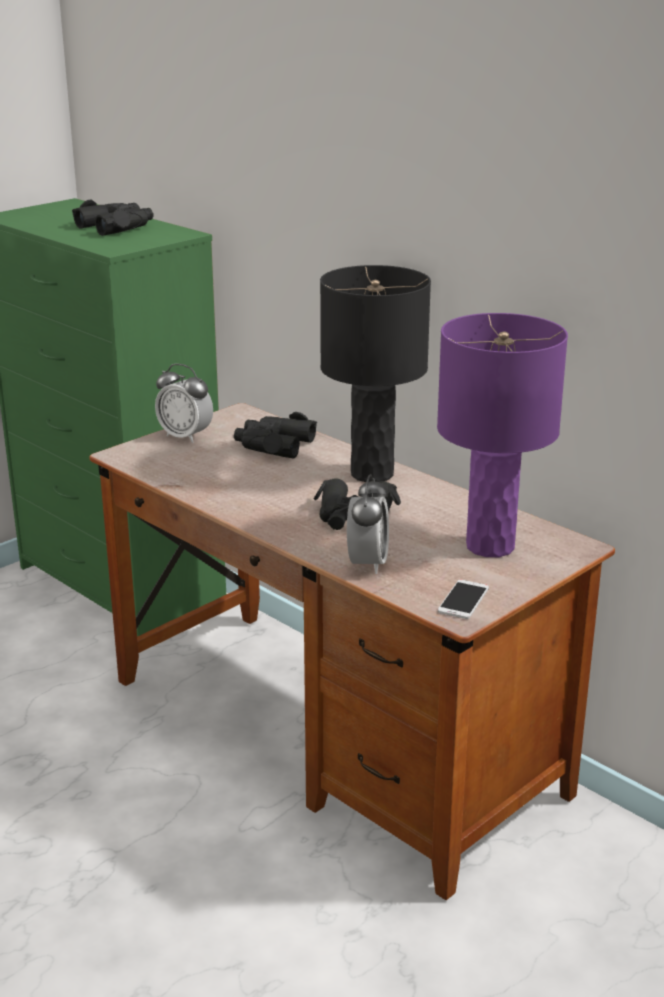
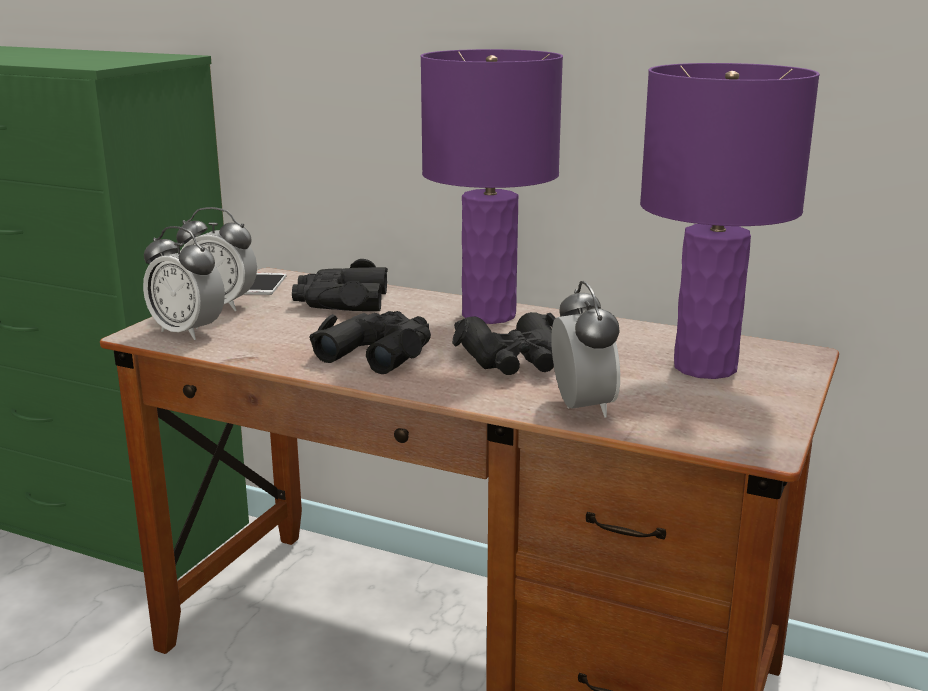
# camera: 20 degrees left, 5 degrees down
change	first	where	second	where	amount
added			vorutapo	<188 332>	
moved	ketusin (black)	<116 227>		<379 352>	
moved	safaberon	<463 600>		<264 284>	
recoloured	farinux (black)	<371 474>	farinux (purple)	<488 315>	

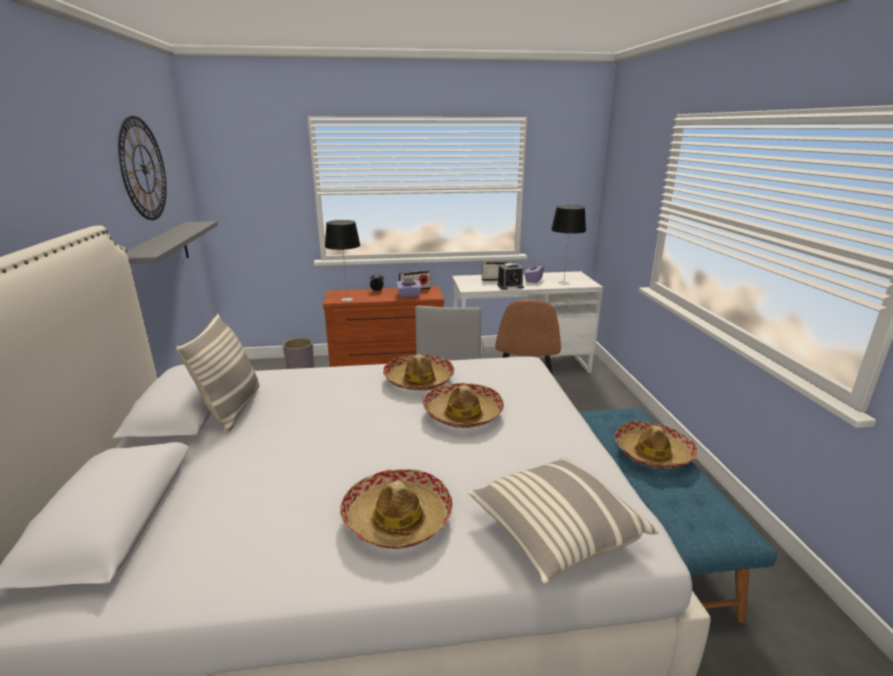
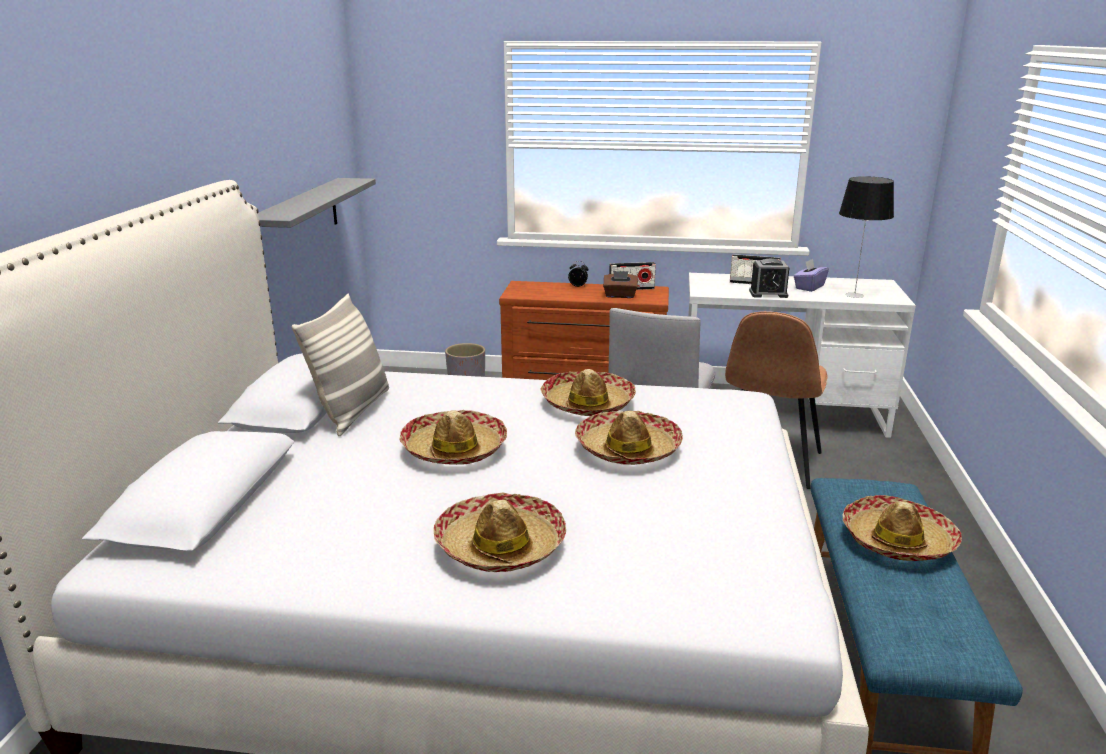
# camera: 15 degrees right, 0 degrees up
change	first	where	second	where	amount
removed	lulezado	<144 169>			
removed	farinux	<347 299>			
removed	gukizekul	<555 532>			
added			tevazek	<454 449>	
recoloured	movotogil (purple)	<409 295>	movotogil (brown)	<620 296>	

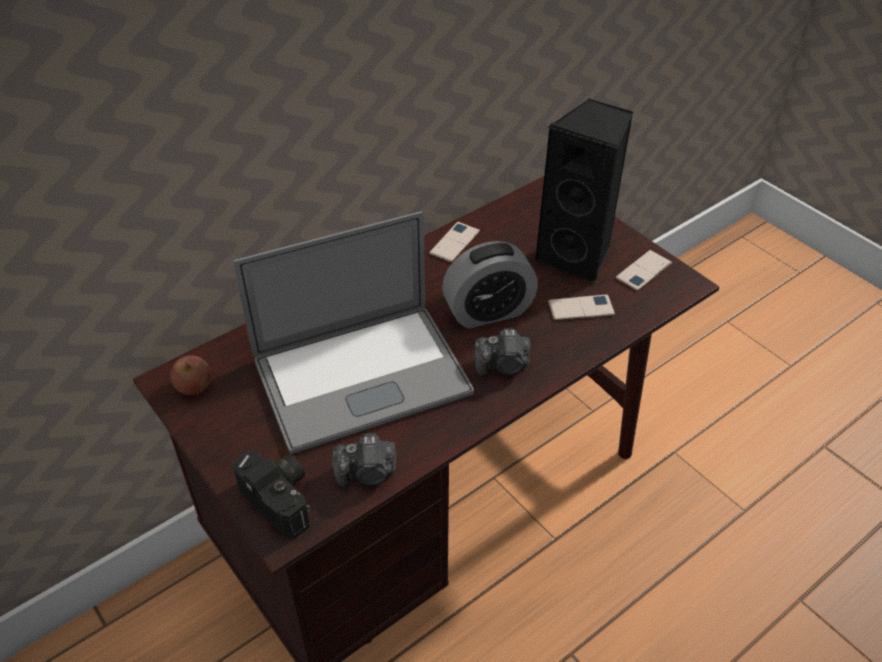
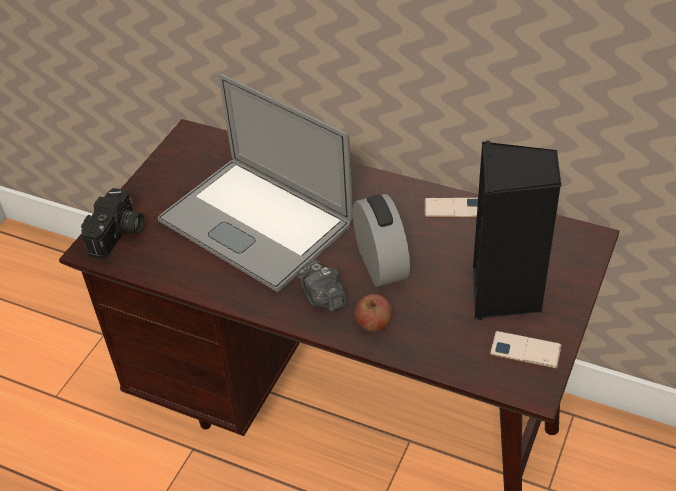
# camera: 65 degrees right, 0 degrees up
change	first	where	second	where	amount
removed	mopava	<367 473>			
removed	safaberon	<581 308>			
moved	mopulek	<194 386>		<374 323>	
turned	vorutapo	<488 312>		<381 264>	150 degrees counterclockwise

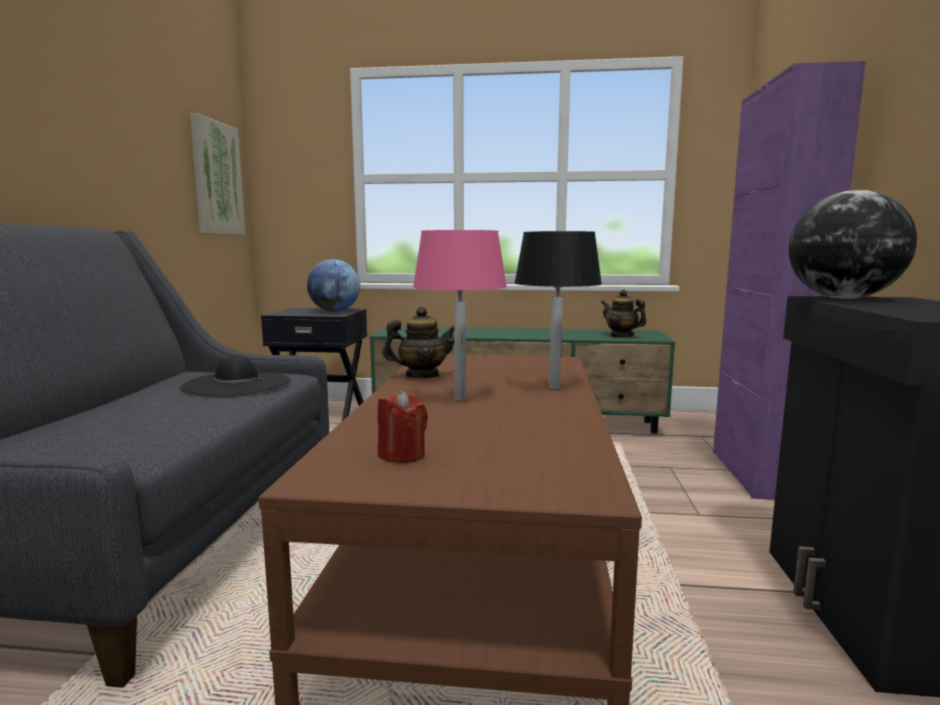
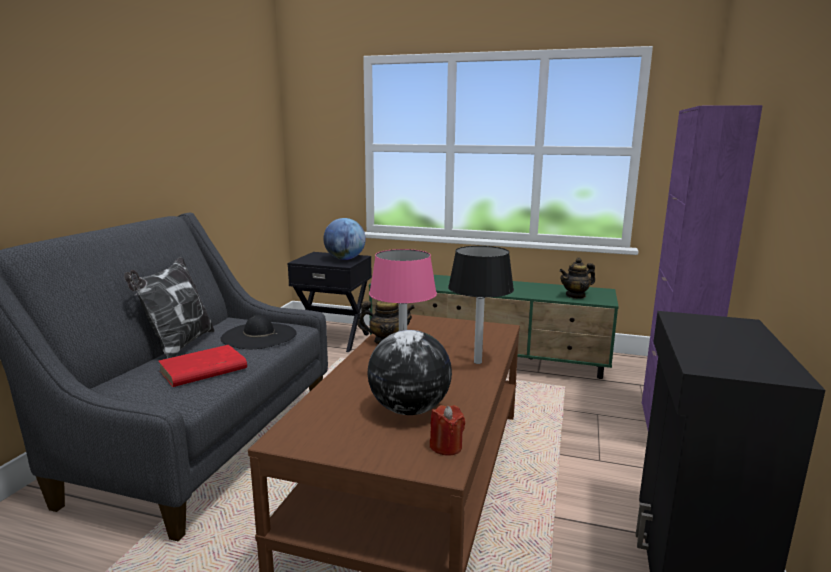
# camera: 10 degrees right, 5 degrees up
change	first	where	second	where	amount
removed	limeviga	<216 178>			
added			gukizekul	<178 346>	
added			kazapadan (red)	<202 370>	
moved	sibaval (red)	<402 455>		<446 447>	
moved	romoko	<843 298>		<409 410>	
turned	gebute	<621 336>		<575 295>	75 degrees counterclockwise

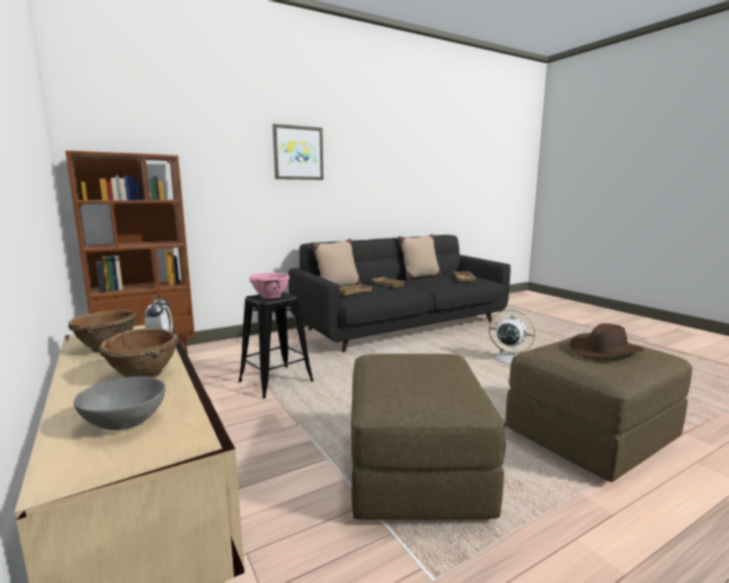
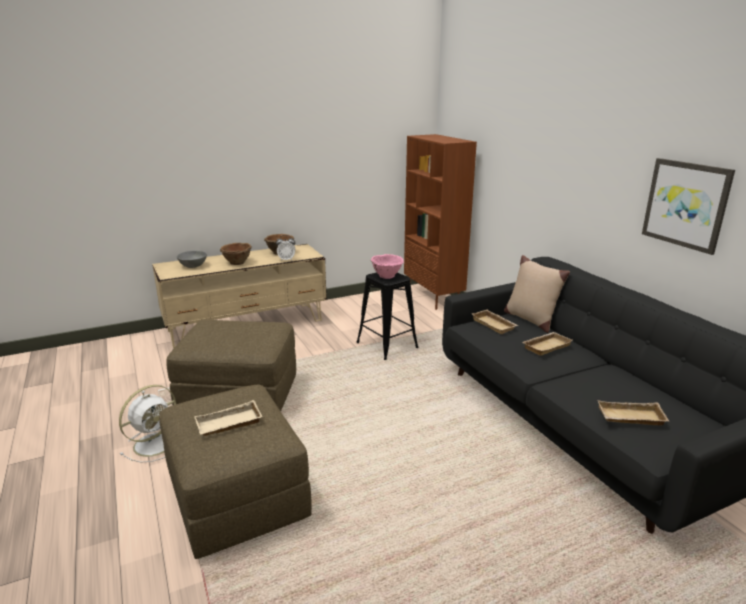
# camera: 95 degrees right, 10 degrees up
change	first	where	second	where	amount
removed	gukizekul (beige)	<419 277>			
moved	limeviga	<298 153>		<686 204>	
moved	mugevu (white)	<507 358>		<156 443>	
replaced	tevazek (brown)	<604 351>	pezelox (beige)	<228 424>	

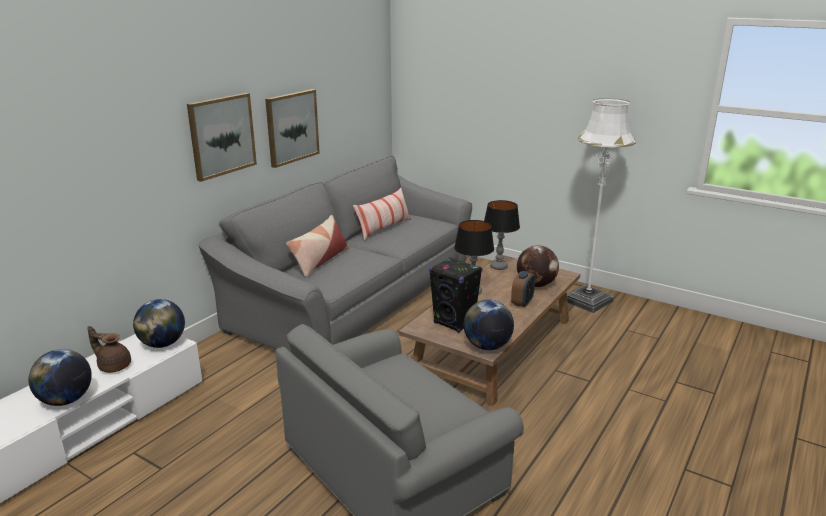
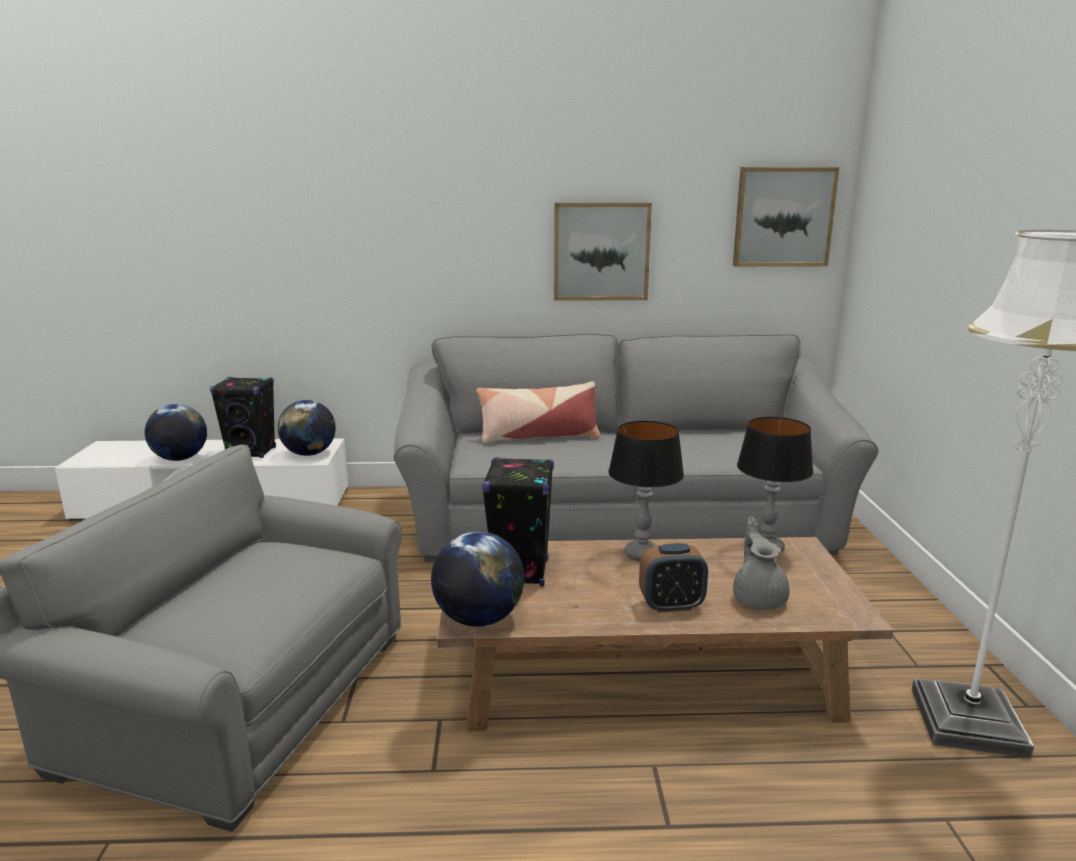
# camera: 55 degrees right, 5 degrees down
change	first	where	second	where	amount
removed	gukizekul	<383 228>			
moved	limeviga	<221 135>		<783 217>	
replaced	gebute (brown)	<114 366>	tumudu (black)	<251 452>	
replaced	romoko	<536 285>	gebute (grey)	<759 598>	

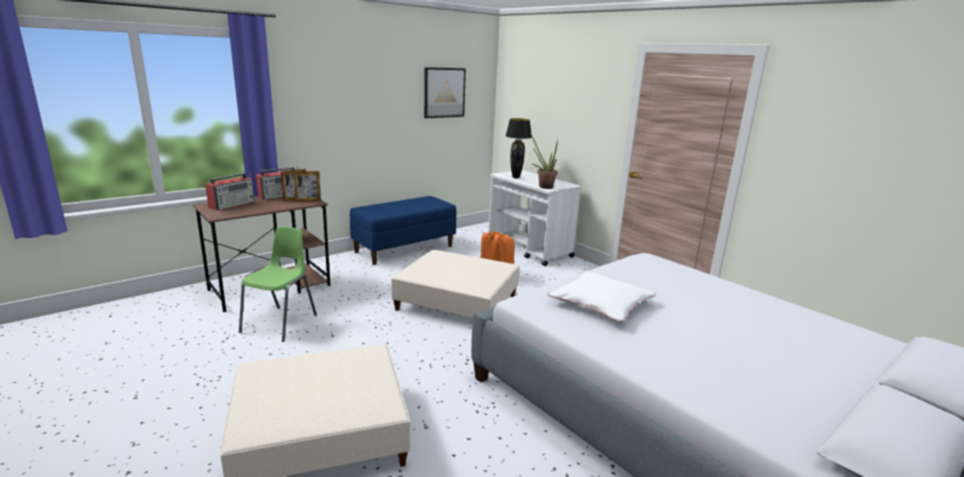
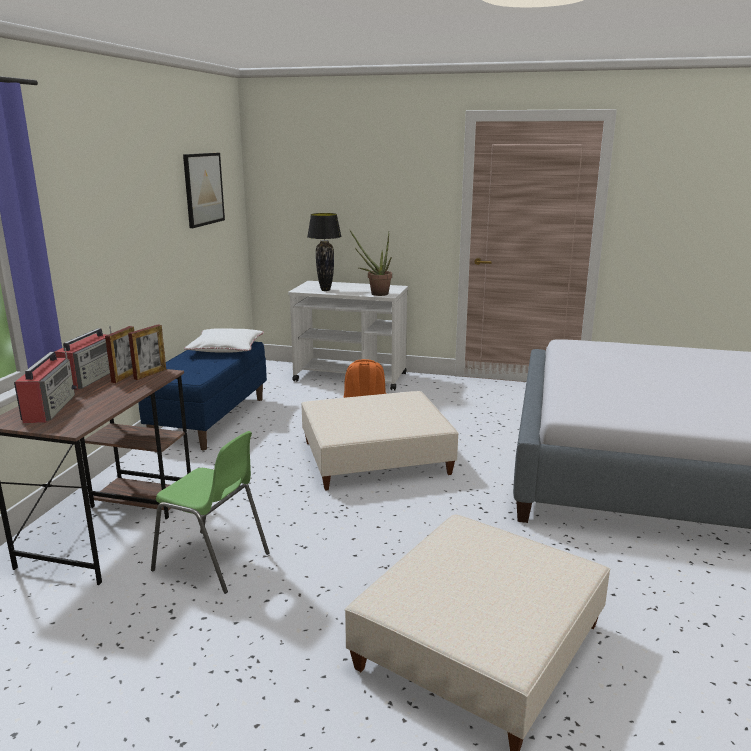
# camera: 35 degrees left, 0 degrees up
change	first	where	second	where	amount
moved	gukizekul (white)	<600 303>		<226 348>	
turned	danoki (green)	<281 323>		<212 562>	135 degrees clockwise

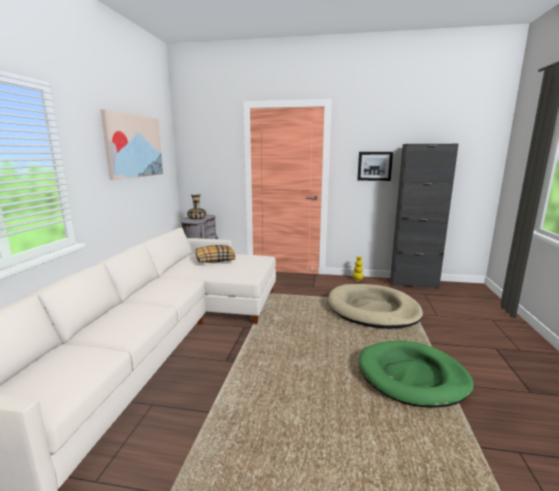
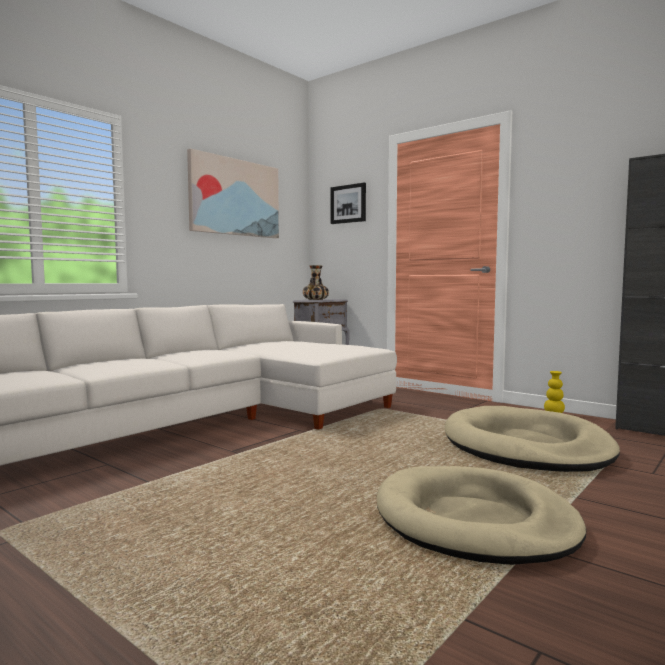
# camera: 30 degrees right, 10 degrees down
change	first	where	second	where	amount
removed	gukizekul	<214 259>			
moved	limeviga	<374 166>		<348 204>	
recoloured	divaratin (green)	<412 376>	divaratin (beige)	<474 521>	

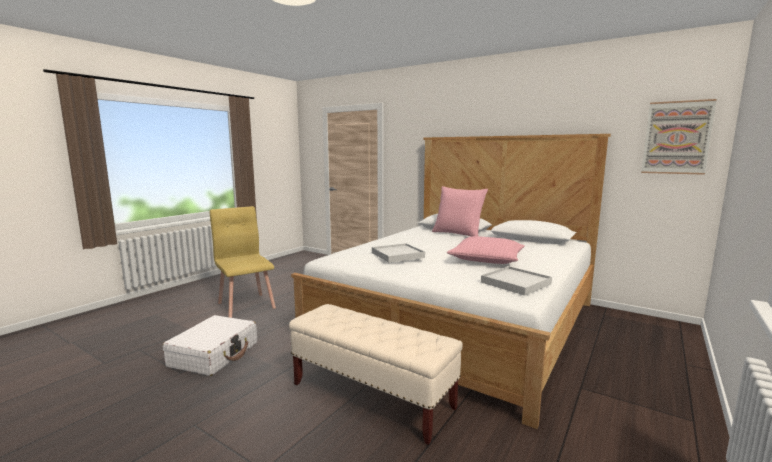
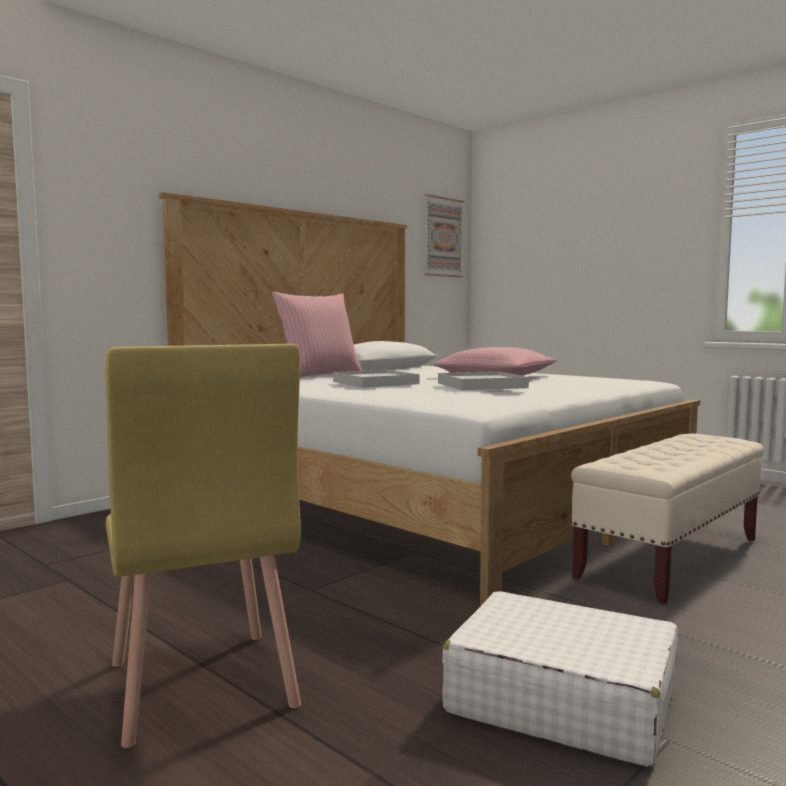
# camera: 80 degrees left, 5 degrees down
change	first	where	second	where	amount
moved	pezelox (white)	<515 283>		<375 383>	
turned	danoki (yellow)	<246 305>		<200 685>	90 degrees counterclockwise

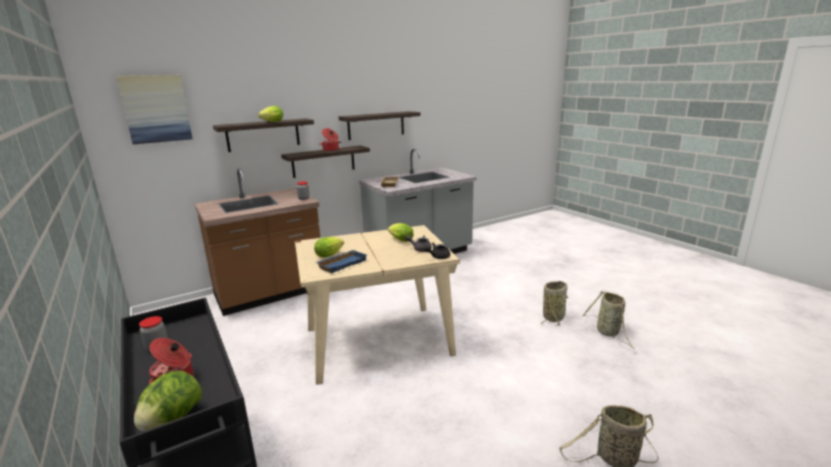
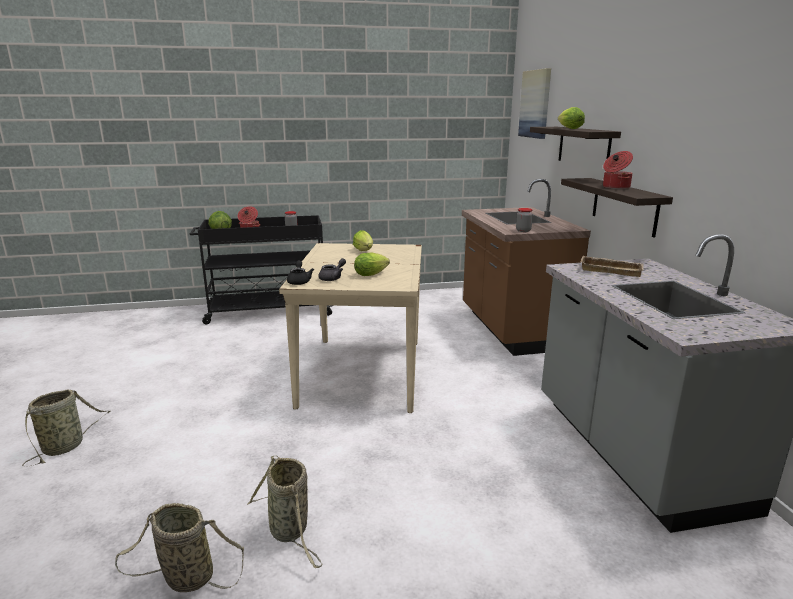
# camera: 110 degrees right, 0 degrees up
change	first	where	second	where	amount
removed	pezelox (blue)	<342 263>			
removed	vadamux	<376 125>			

